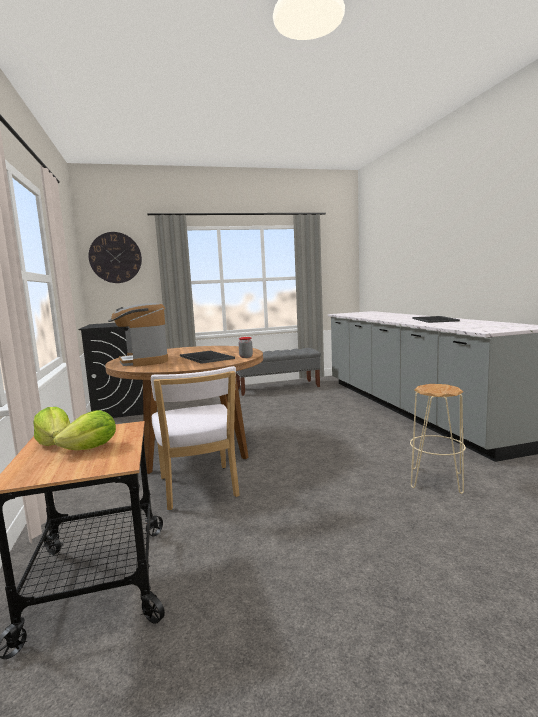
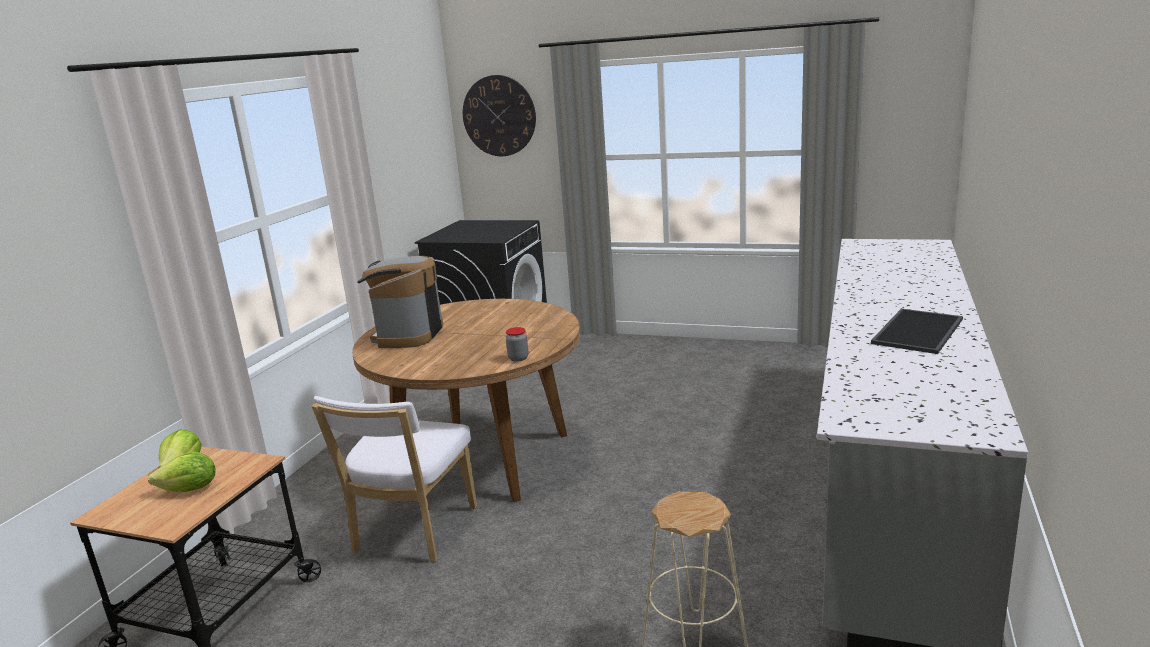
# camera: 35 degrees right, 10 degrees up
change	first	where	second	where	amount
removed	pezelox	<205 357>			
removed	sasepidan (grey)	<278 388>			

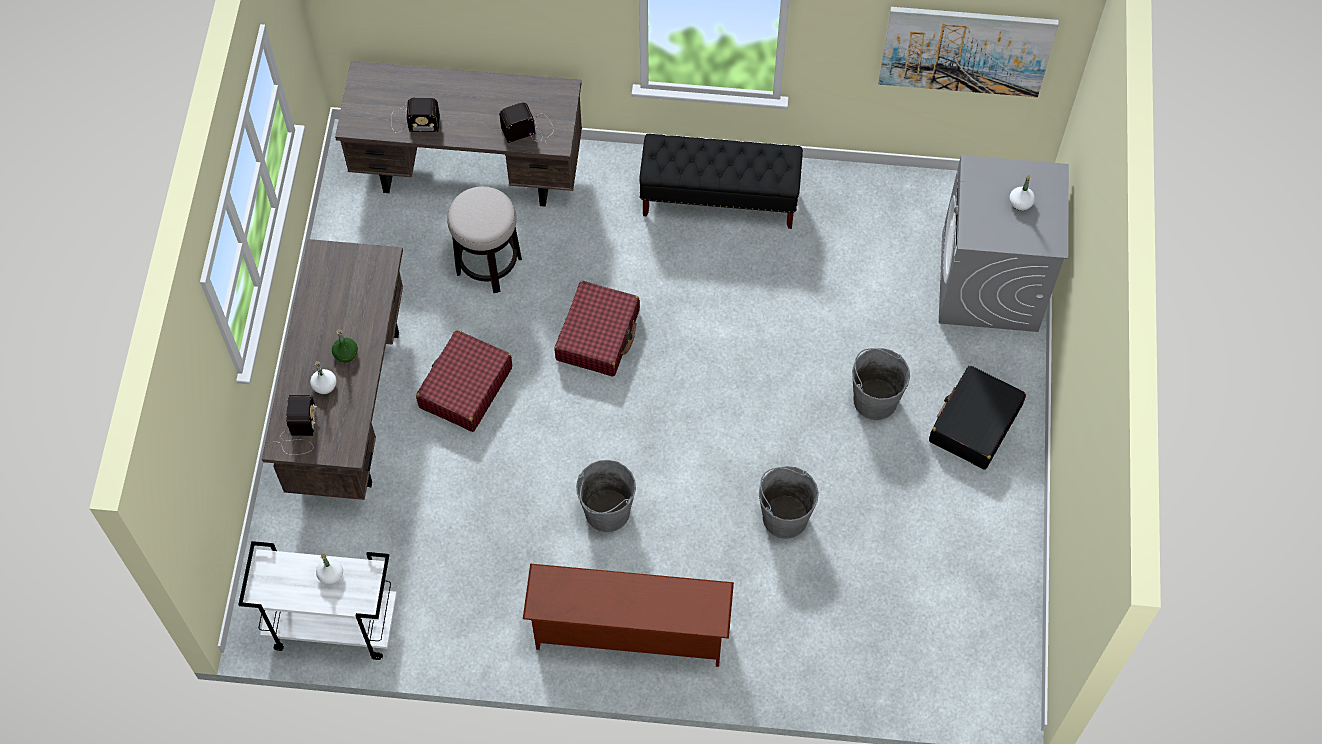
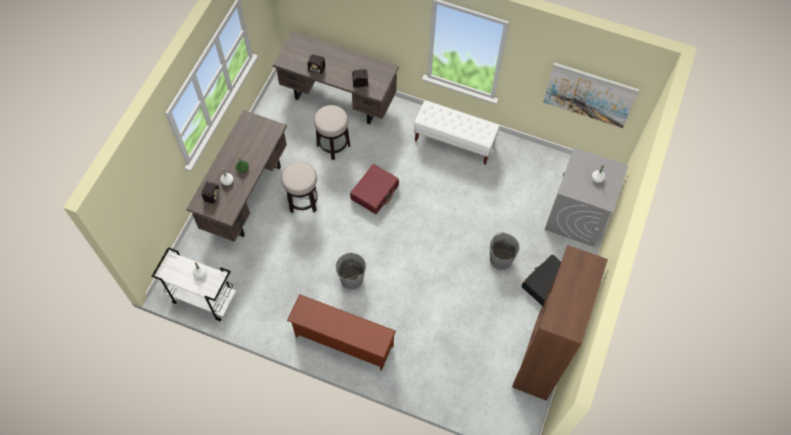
# camera: 15 degrees right, 0 degrees up
change	first	where	second	where	amount
removed	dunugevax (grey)	<784 517>			
added			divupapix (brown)	<541 357>	
replaced	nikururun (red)	<465 388>	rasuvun	<303 201>	
recoloured	sasepidan (black)	<719 199>	sasepidan (white)	<454 142>	

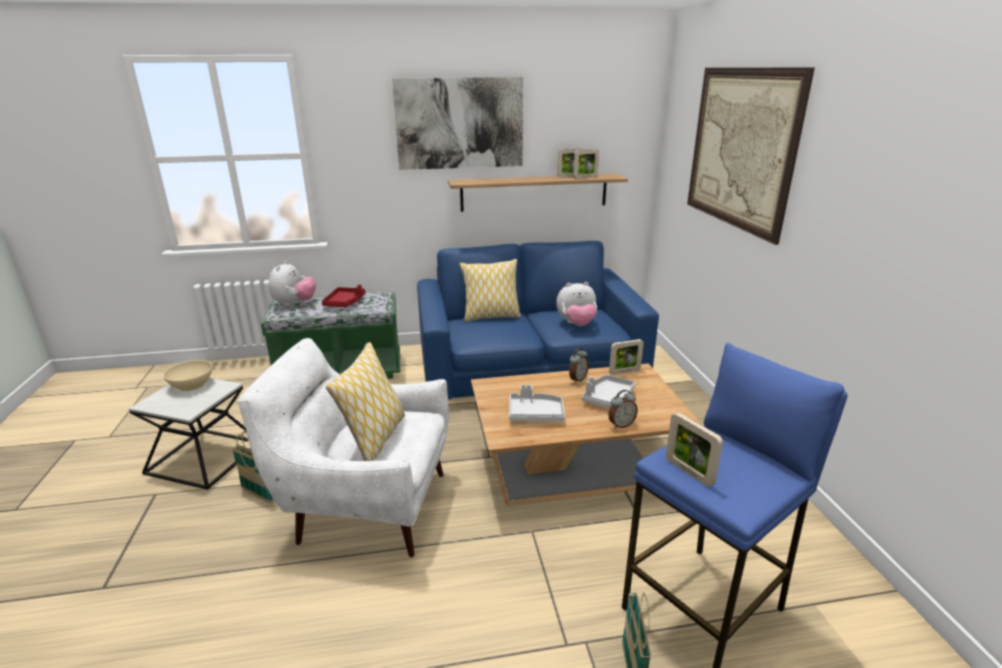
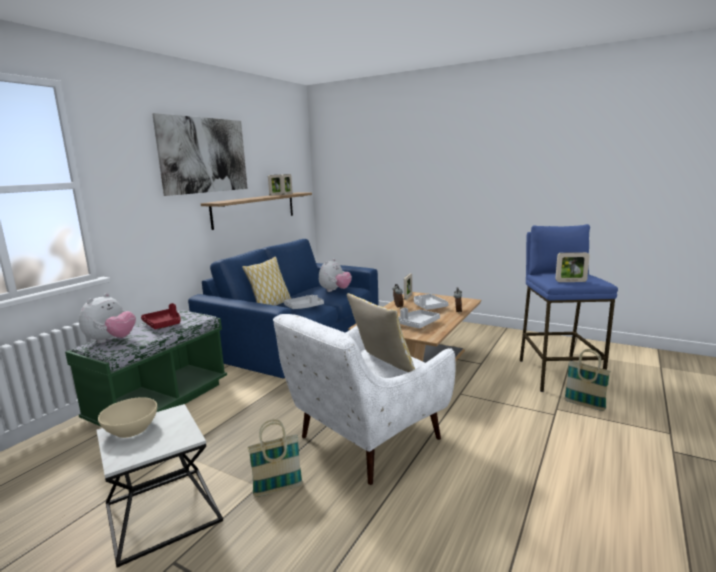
# camera: 50 degrees left, 10 degrees down
change	first	where	second	where	amount
removed	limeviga	<740 148>			
added			pezelox (grey)	<304 307>	
turned	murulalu	<294 303>		<111 340>	60 degrees clockwise

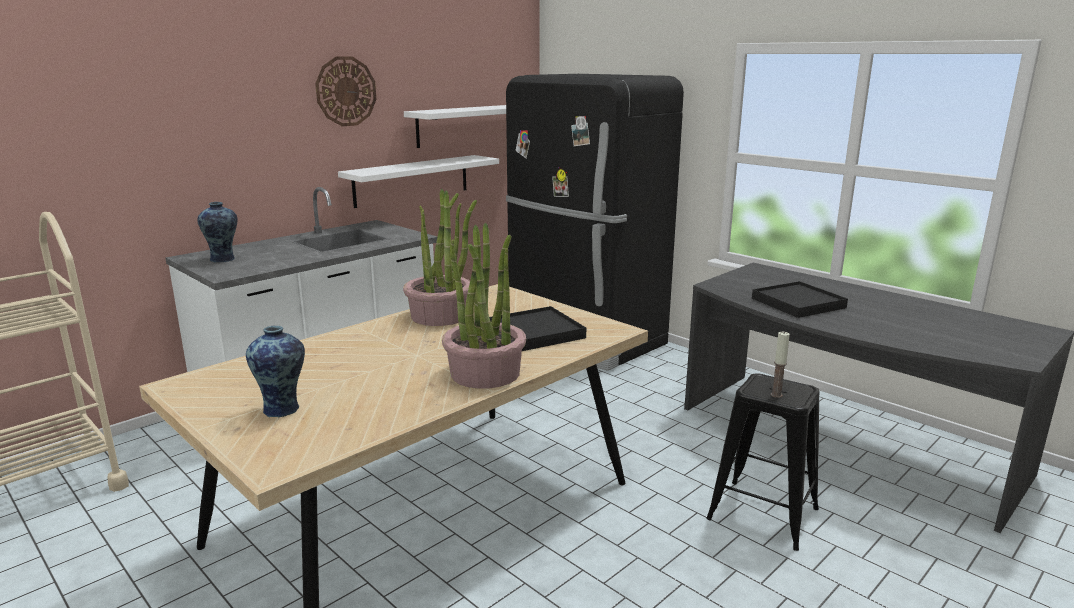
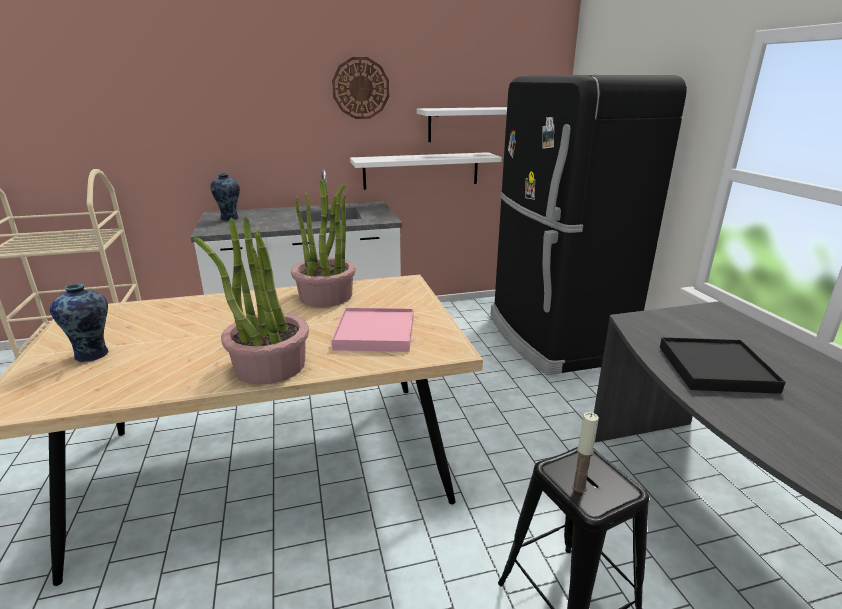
# camera: 30 degrees right, 5 degrees up
change	first	where	second	where	amount
recoloured	pezelox (black)	<536 332>	pezelox (pink)	<375 333>	

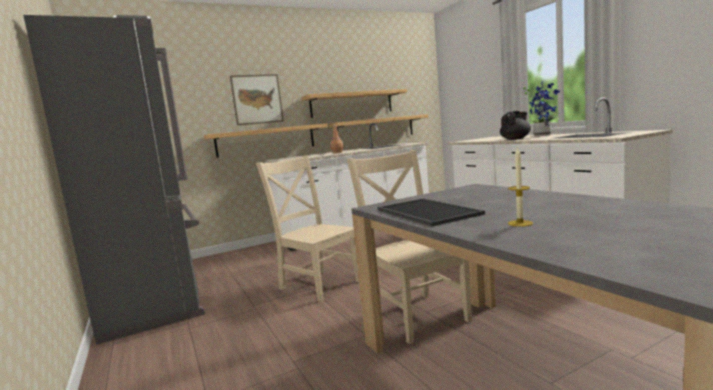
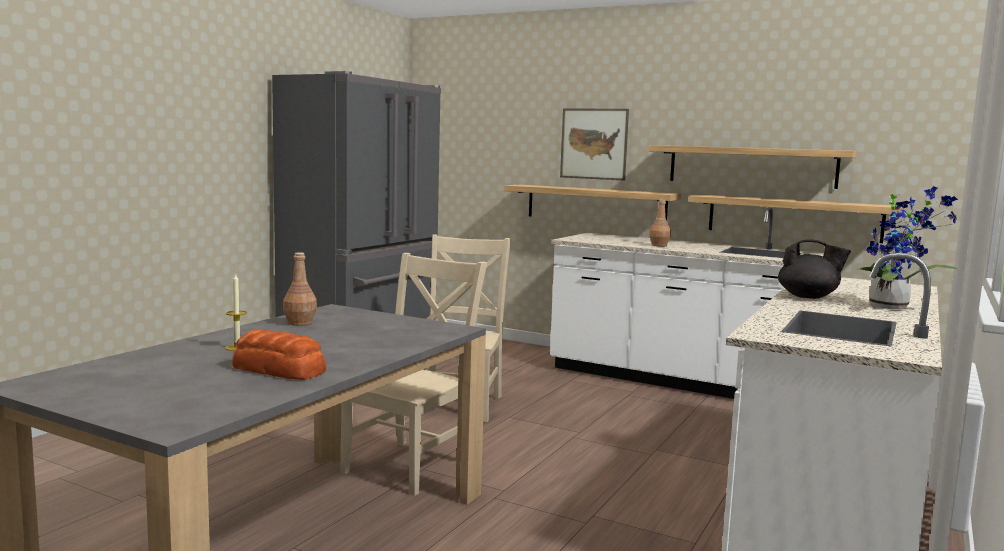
# camera: 55 degrees right, 0 degrees up
change	first	where	second	where	amount
added			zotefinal	<279 370>	
replaced	pezelox	<424 212>	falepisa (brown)	<300 323>	

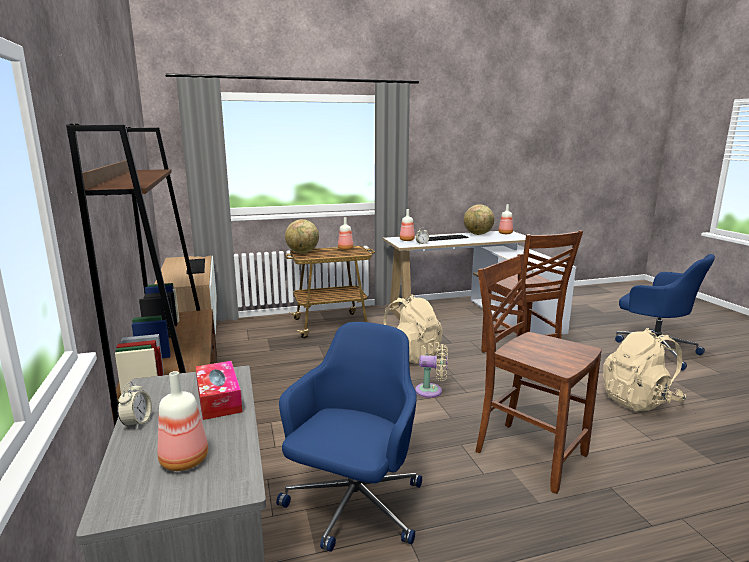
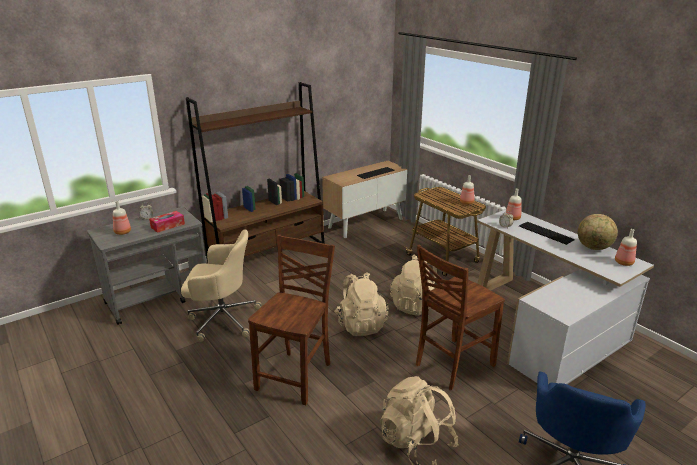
# camera: 70 degrees right, 10 degrees up
change	first	where	second	where	amount
removed	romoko	<303 252>			
replaced	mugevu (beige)	<432 391>	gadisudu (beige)	<360 324>	
recoloured	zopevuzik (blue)	<353 507>	zopevuzik (beige)	<222 319>	

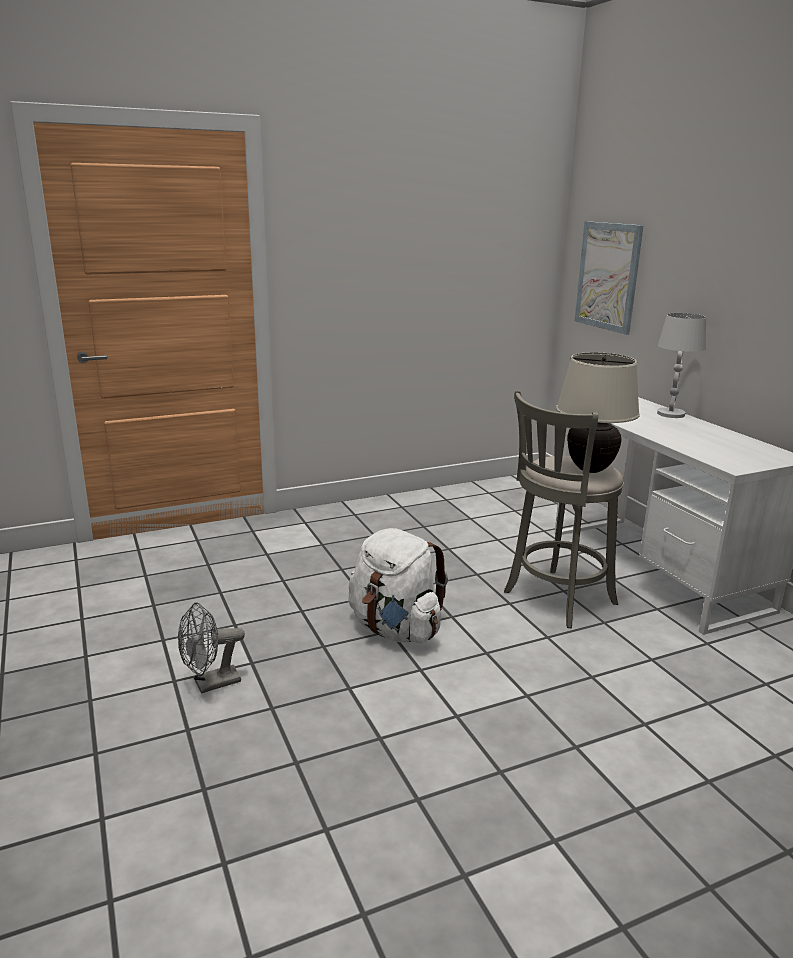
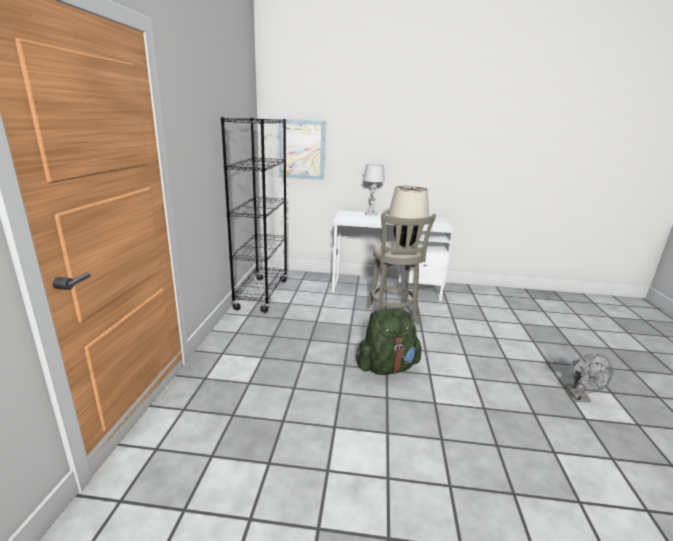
# camera: 60 degrees left, 0 degrees up
change	first	where	second	where	amount
added			divupapix (black)	<261 294>	
moved	mugevu (grey)	<210 684>		<579 397>	
recoloured	gadisudu (white)	<395 629>	gadisudu (green)	<387 367>	

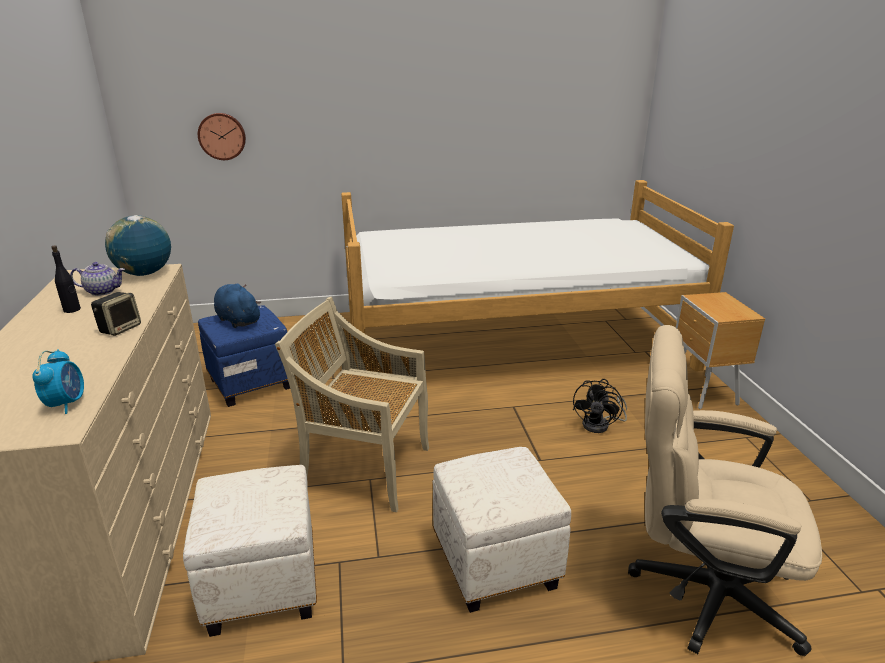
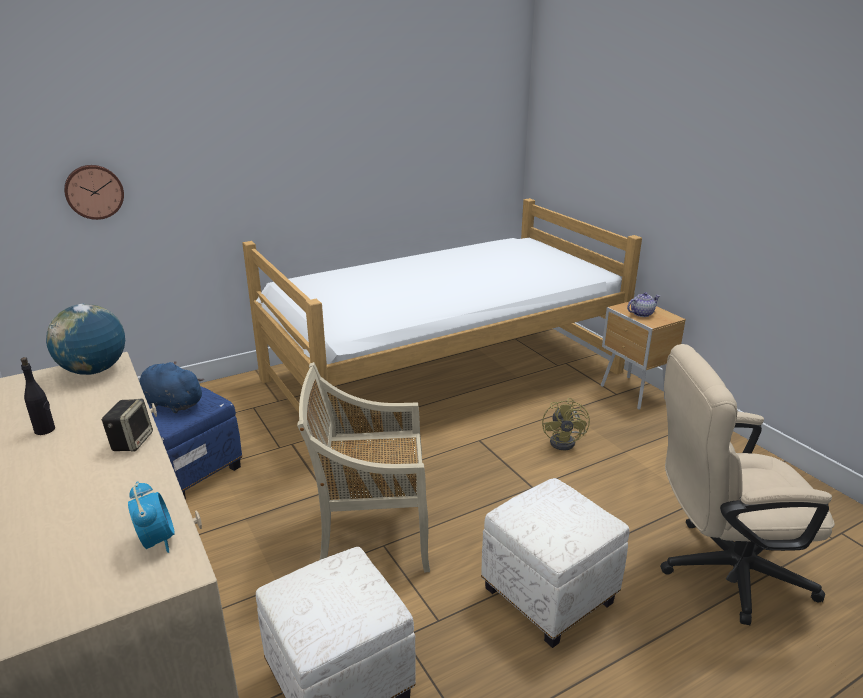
# camera: 20 degrees left, 0 degrees up
change	first	where	second	where	amount
moved	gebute	<103 291>		<641 314>	
recoloured	mugevu (black)	<600 425>	mugevu (yellow)	<566 441>	

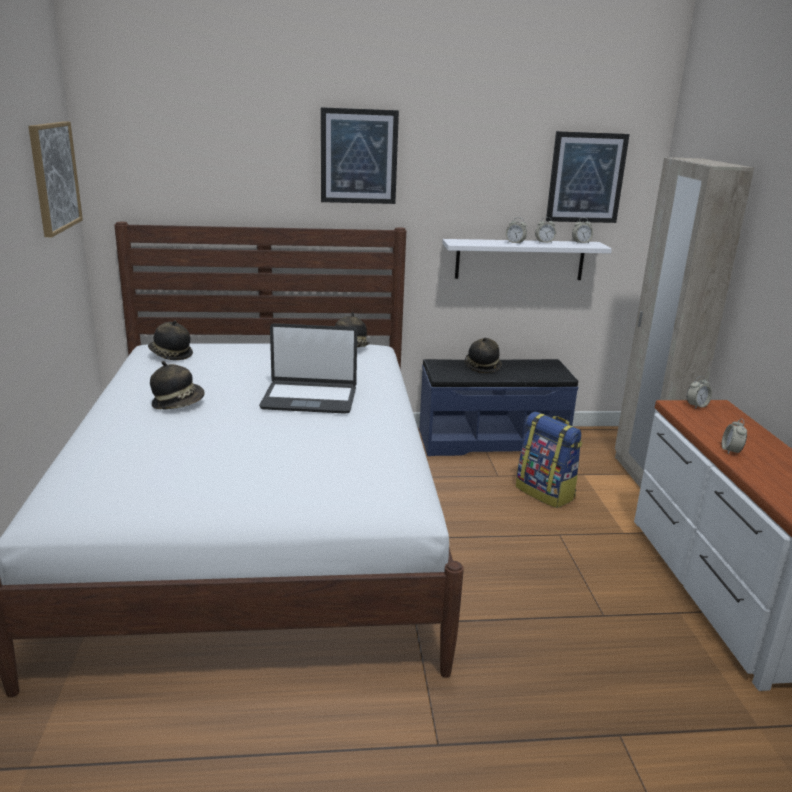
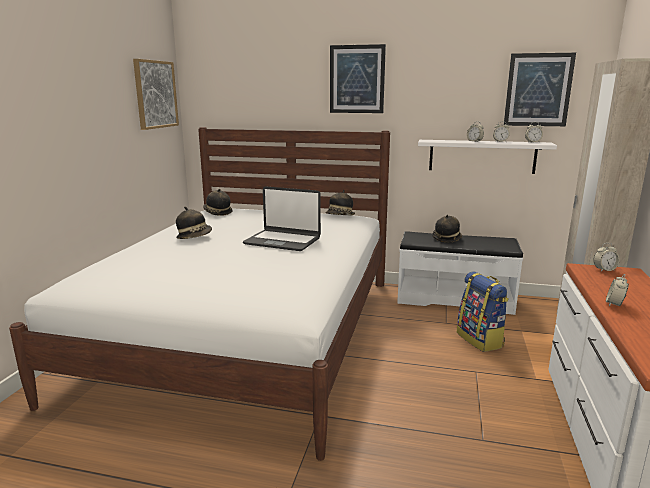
# camera: 20 degrees right, 5 degrees down
change	first	where	second	where	amount
recoloured	sasepidan (blue)	<491 440>	sasepidan (white)	<454 298>	

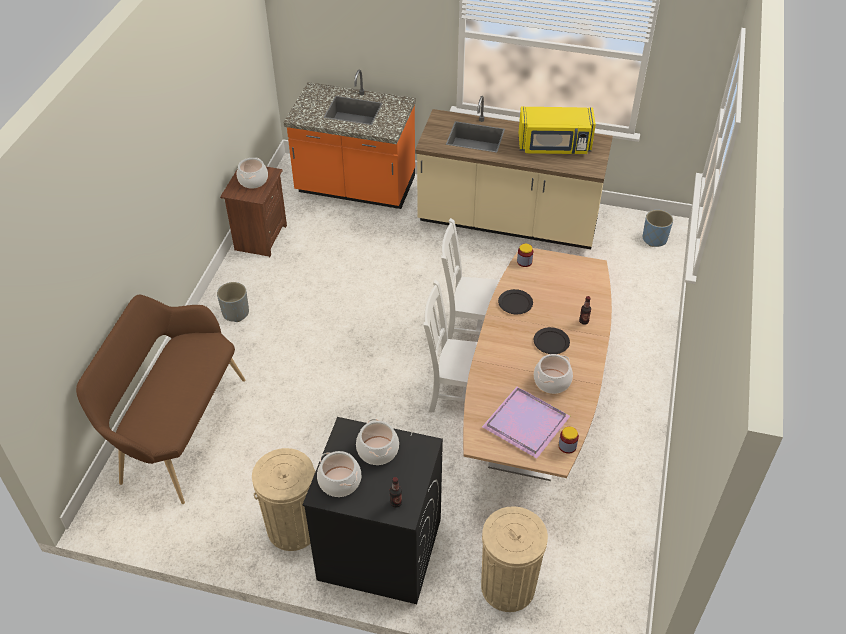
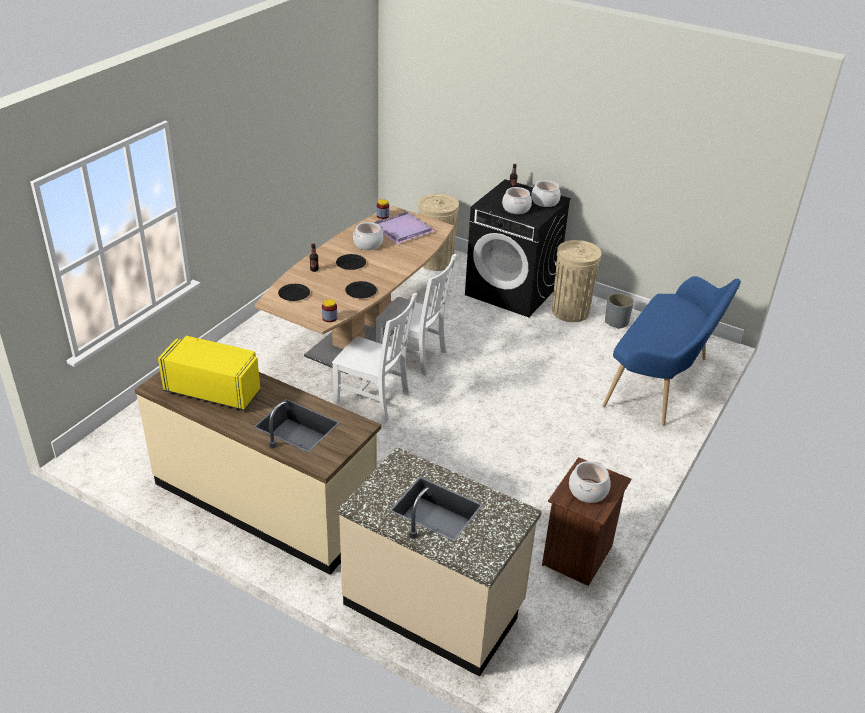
# camera: 165 degrees left, 10 degrees down
change	first	where	second	where	amount
removed	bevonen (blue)	<654 239>			
added			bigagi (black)	<294 294>	
moved	bevonen (grey)	<235 313>		<616 322>	
recoloured	sasepidan (brown)	<177 430>	sasepidan (blue)	<662 383>	
recoloured	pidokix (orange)	<355 187>	pidokix (beige)	<434 605>	

